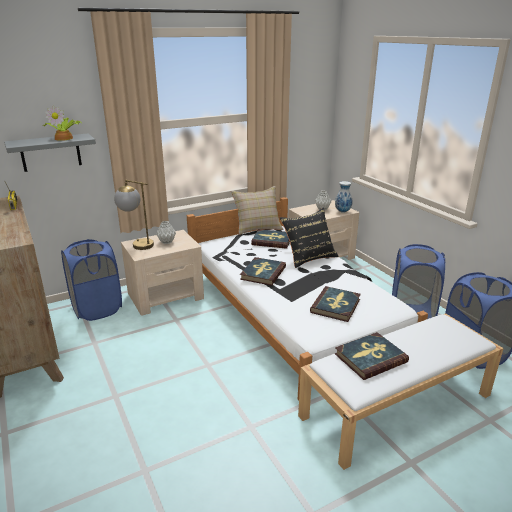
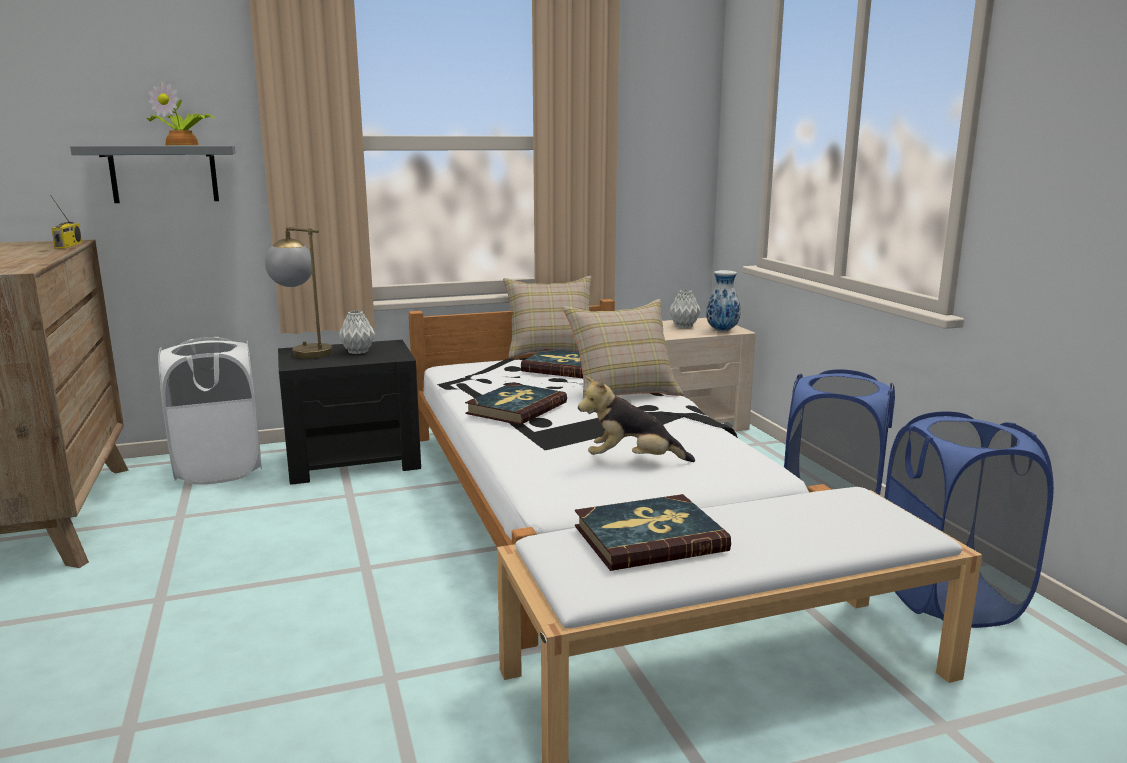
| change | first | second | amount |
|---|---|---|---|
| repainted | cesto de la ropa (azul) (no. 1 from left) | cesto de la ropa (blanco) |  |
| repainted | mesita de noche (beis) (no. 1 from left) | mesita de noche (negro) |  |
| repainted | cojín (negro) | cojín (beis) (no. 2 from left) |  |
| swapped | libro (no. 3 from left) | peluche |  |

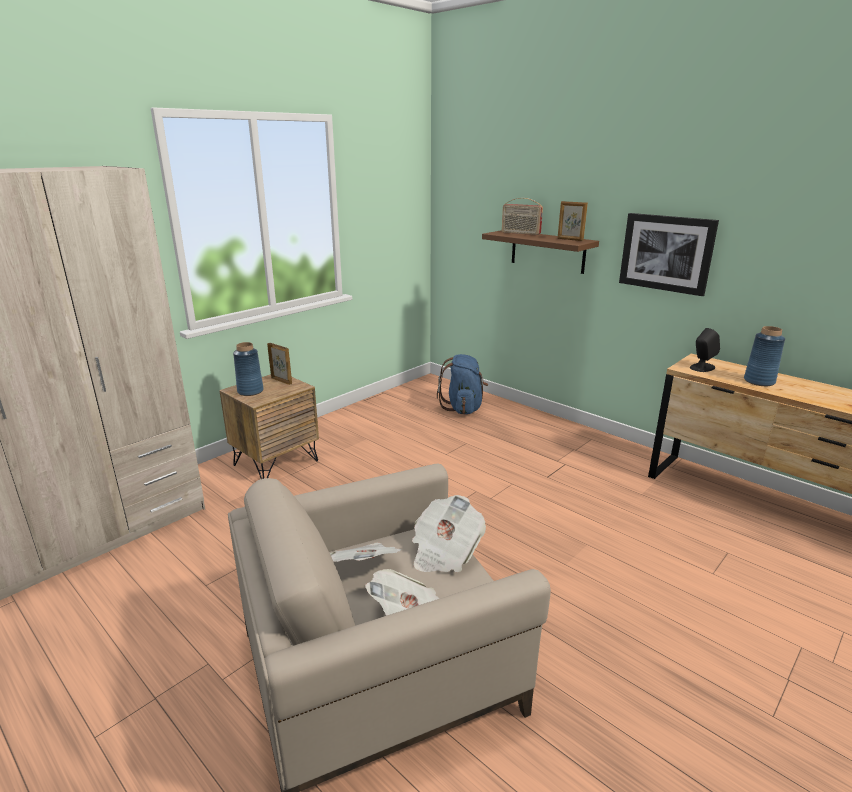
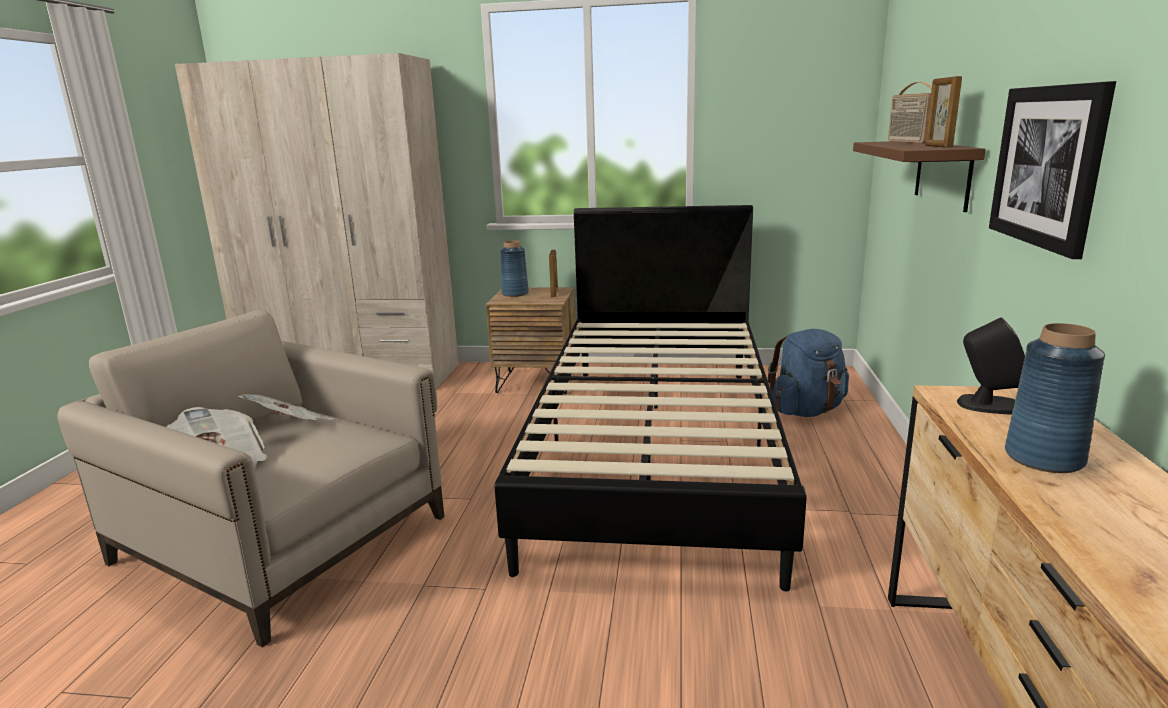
| change | first | second | amount |
|---|---|---|---|
| new |  | cama (negro) |  |
| gone | periódico (no. 3 from left) |  |  |

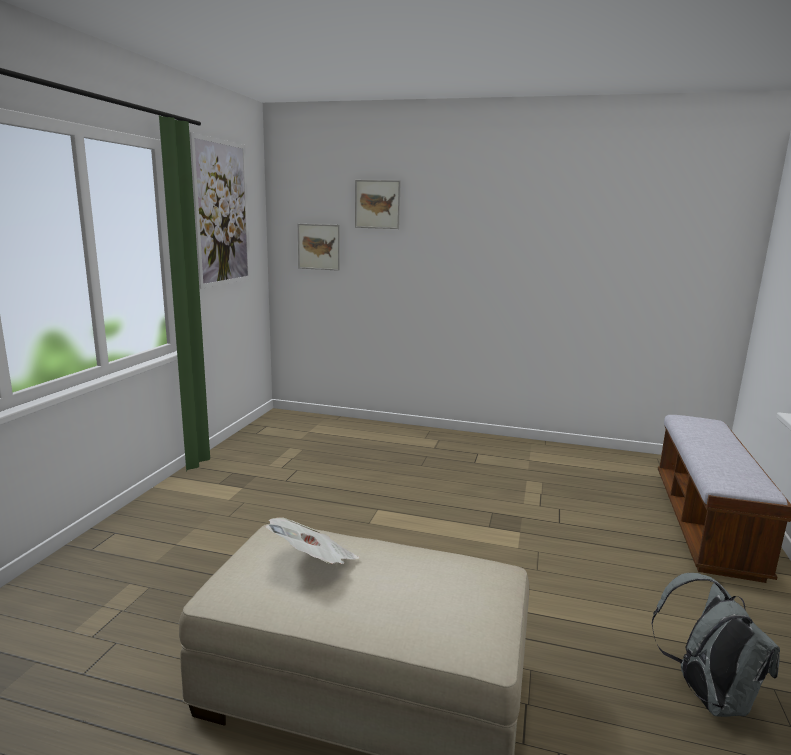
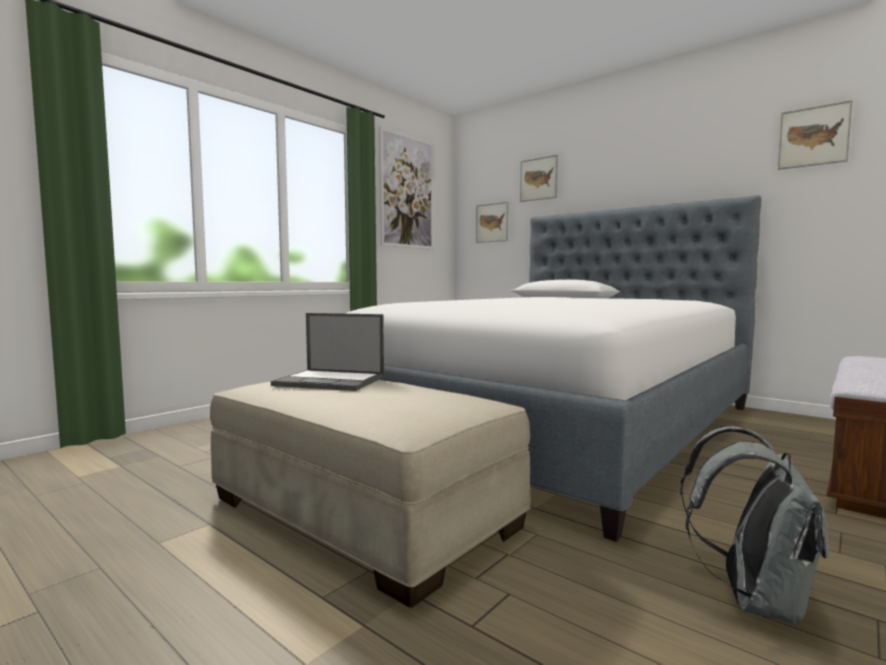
| change | first | second | amount |
|---|---|---|---|
| swapped | periódico | portátil |  |
| new |  | cama |  |
| new |  | cuadro (no. 4 from left) |  |

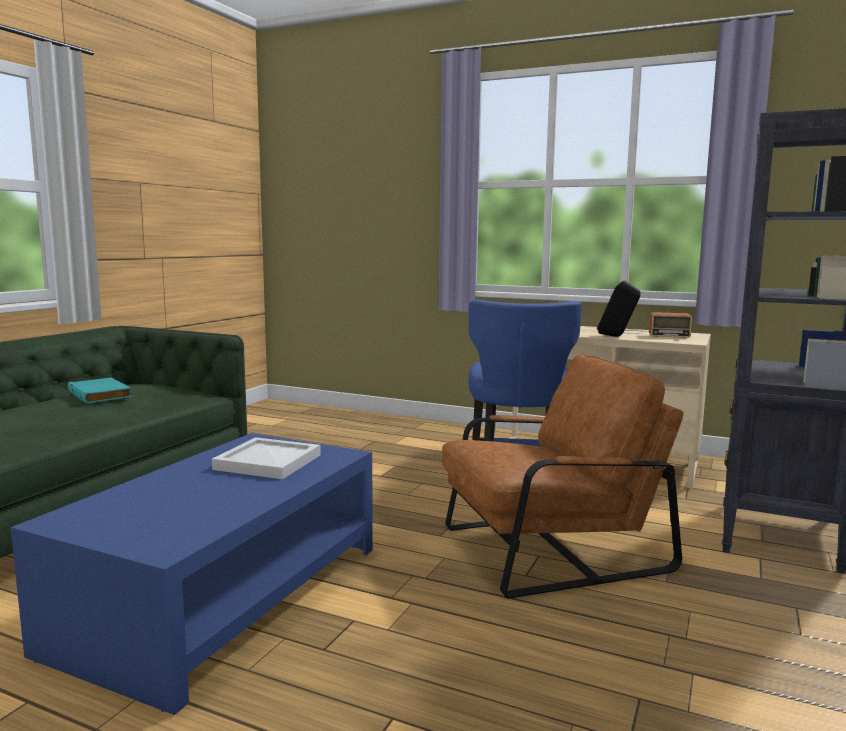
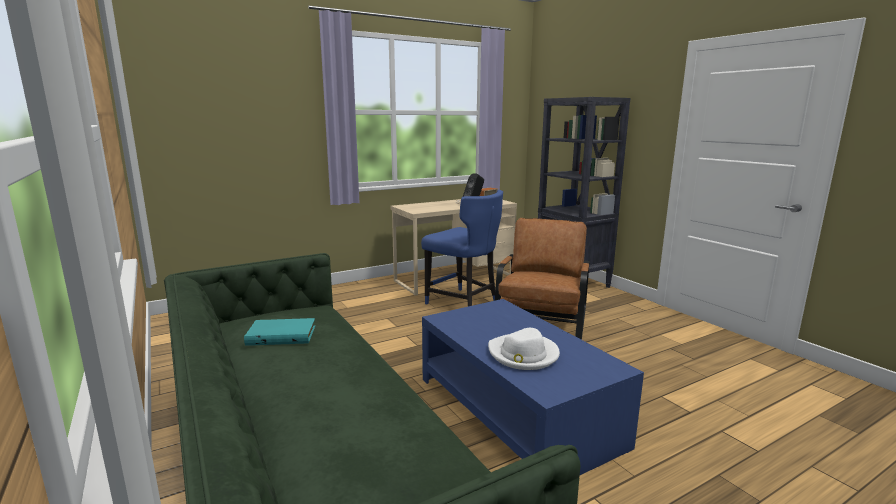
| change | first | second | amount |
|---|---|---|---|
| new |  | sombrero (blanco) |  |
| gone | bandeja (blanco) |  |  |

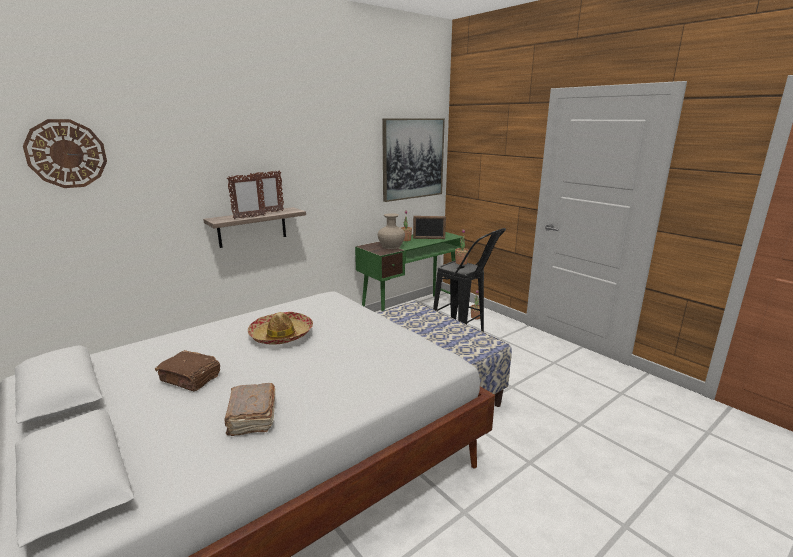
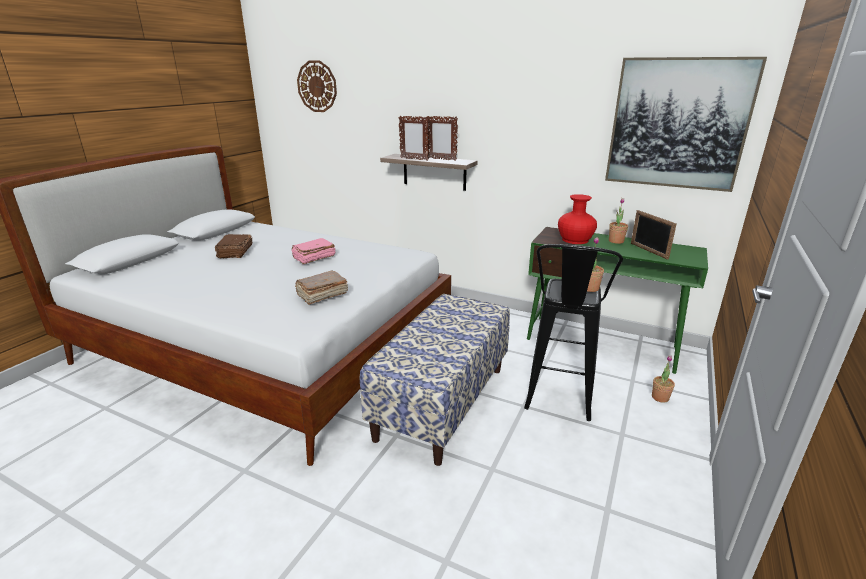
| change | first | second | amount |
|---|---|---|---|
| swapped | sombrero | libro (rosa) |  |
| shifted | libro (marrón) (no. 2 from left) |  |  |
| repainted | florero (beis) | florero (rojo) |  |

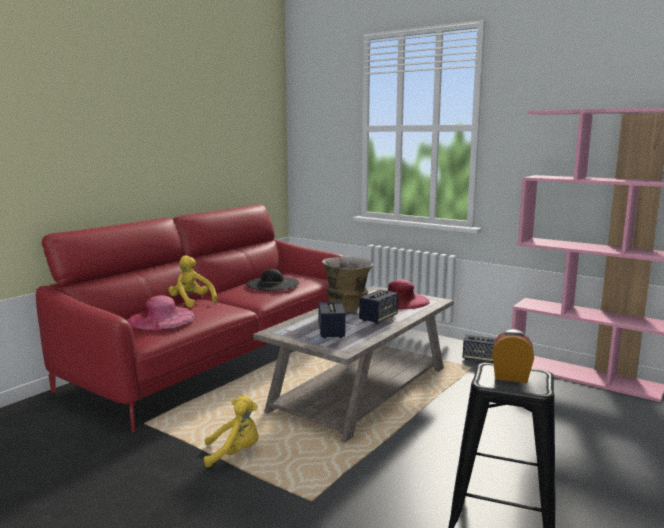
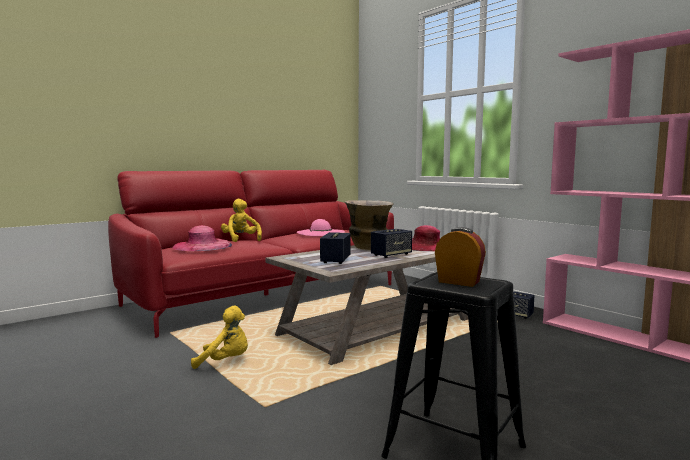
| change | first | second | amount |
|---|---|---|---|
| repainted | sombrero (negro) | sombrero (rosa) (no. 2 from left) |  |

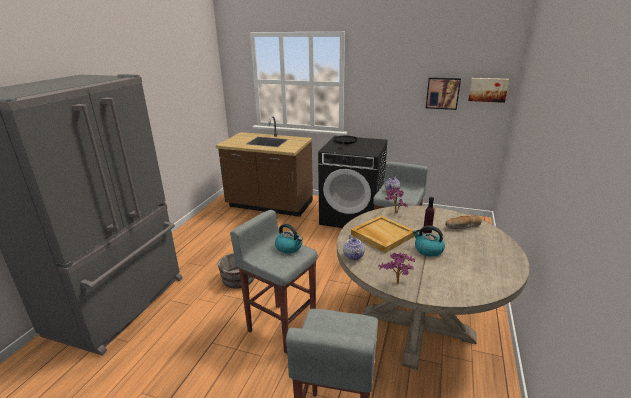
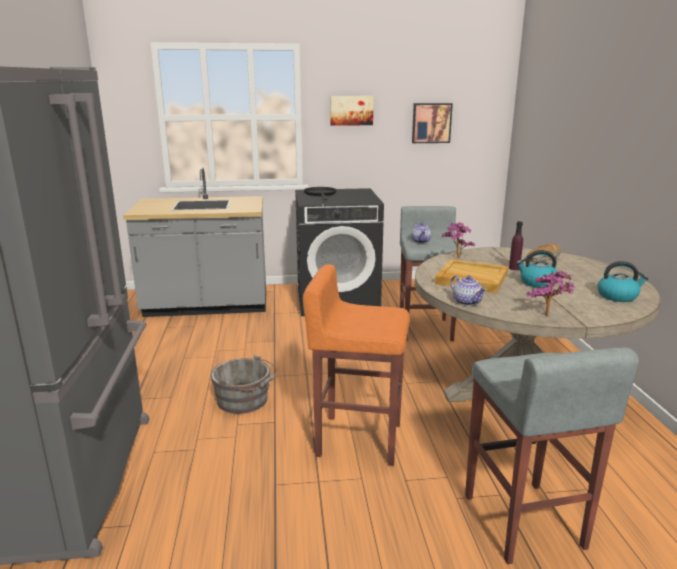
| change | first | second | amount |
|---|---|---|---|
| repainted | mueble bajo de cocina (marrón) | mueble bajo de cocina (gris) |  |
| repainted | taburete (gris) (no. 1 from left) | taburete (naranja) |  |
| shifted | cuadro (no. 2 from left in the first image) | cuadro (no. 1 from left) |  |
| shifted | hervidor (no. 1 from left in the first image) | hervidor (no. 2 from left) |  |

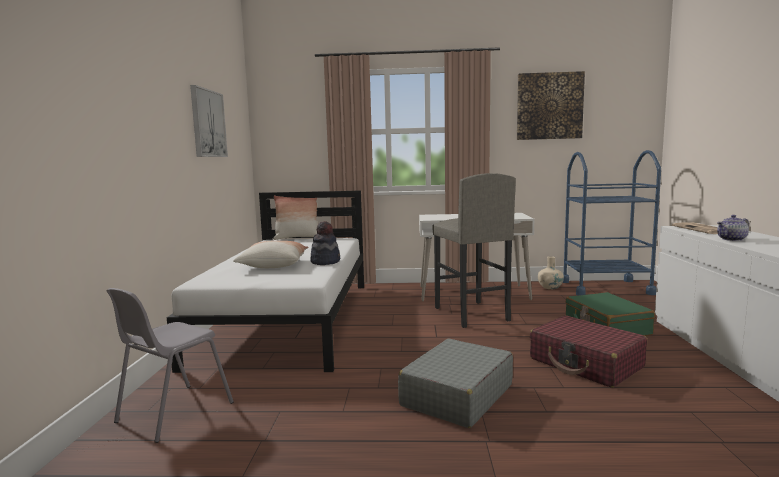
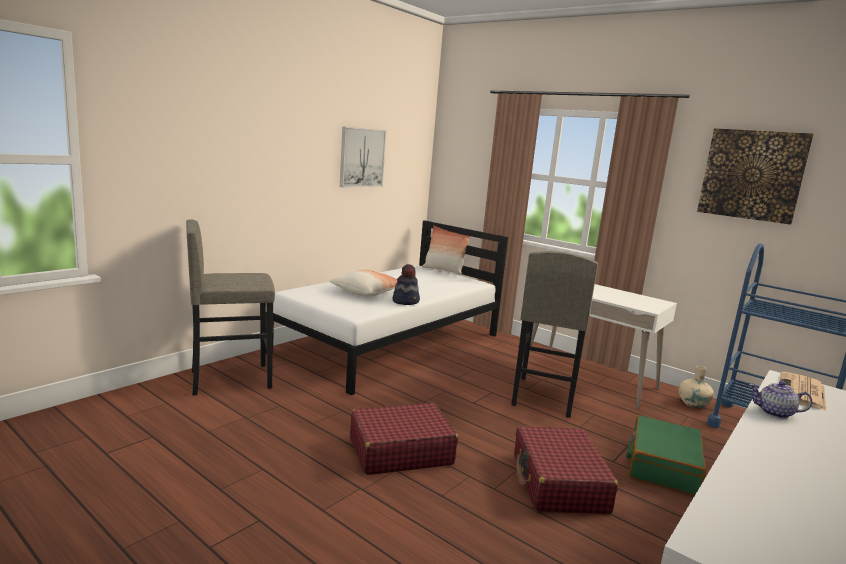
| change | first | second | amount |
|---|---|---|---|
| swapped | silla (gris) | taburete (gris) (no. 1 from left) |  |
| repainted | maleta (gris) | maleta (rojo) (no. 1 from left) |  |

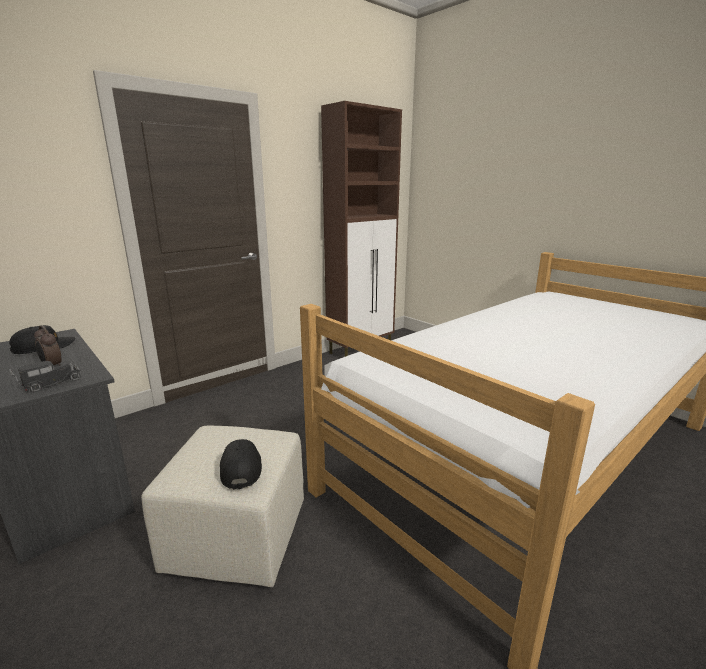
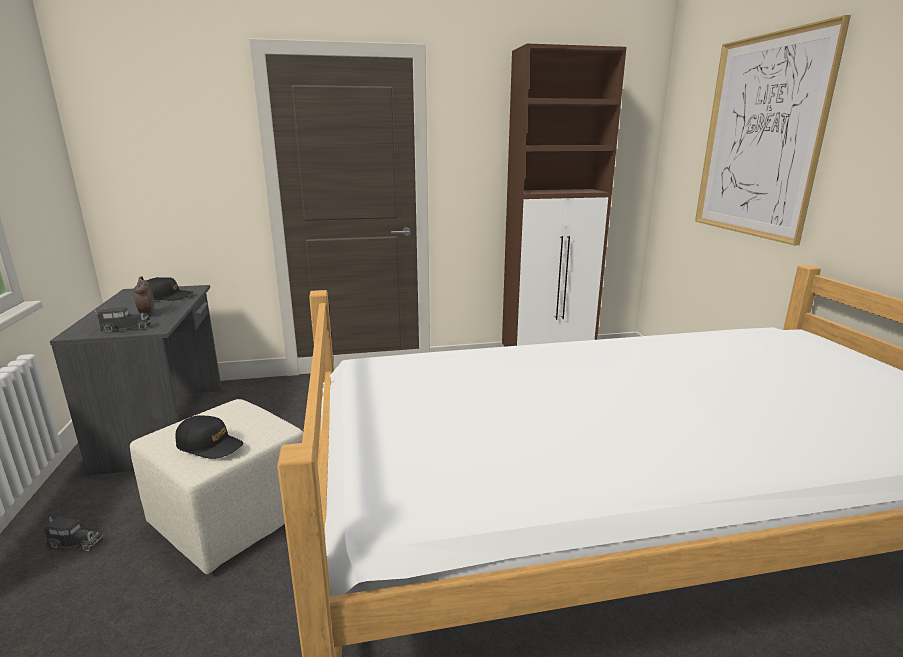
| change | first | second | amount |
|---|---|---|---|
| new |  | camión de juguete (no. 1 from left) |  |
| rotated | gorra (negro) (no. 2 from left) |  | 90 degrees clockwise |
| new |  | cuadro |  |

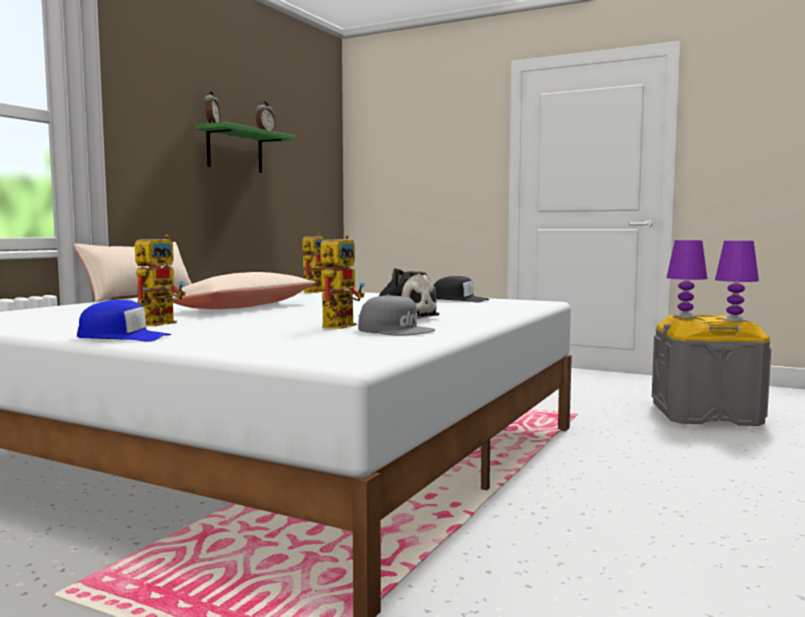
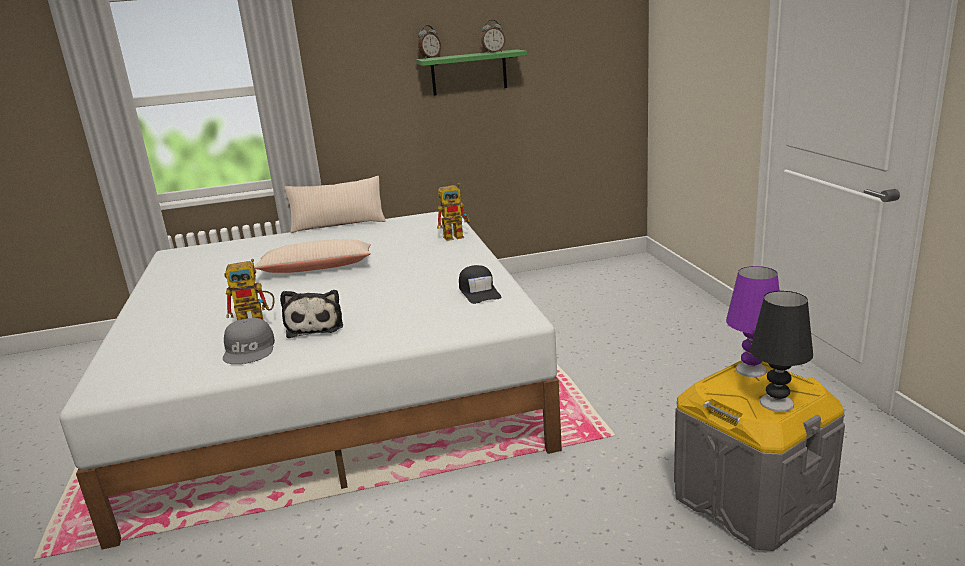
| change | first | second | amount |
|---|---|---|---|
| repainted | lámpara de mesa (morado) (no. 2 from left) | lámpara de mesa (negro) |  |
| gone | gorra (azul) |  |  |
| gone | robot de juguete (no. 1 from left) |  |  |

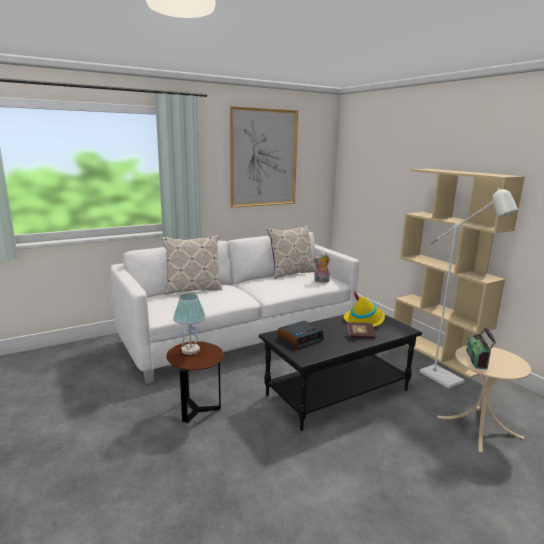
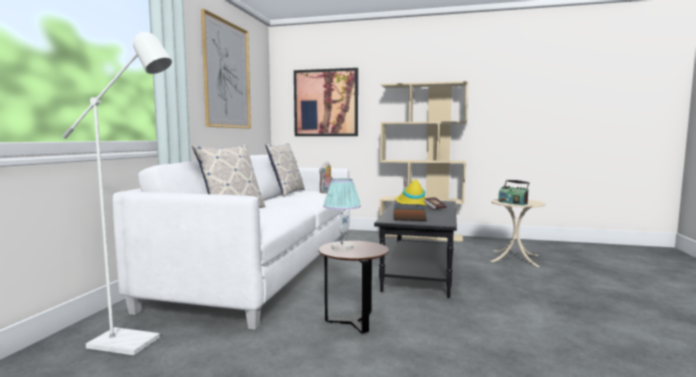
| change | first | second | amount |
|---|---|---|---|
| shifted | lámpara de pie (blanco) |  |  |
| new |  | cuadro (no. 2 from left) |  |

